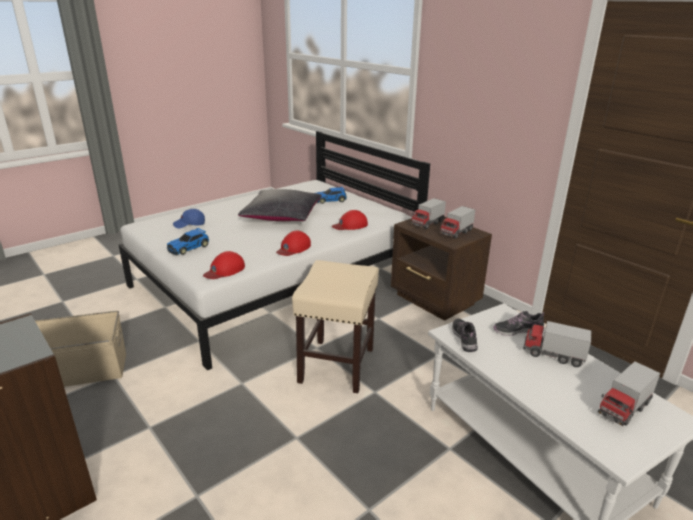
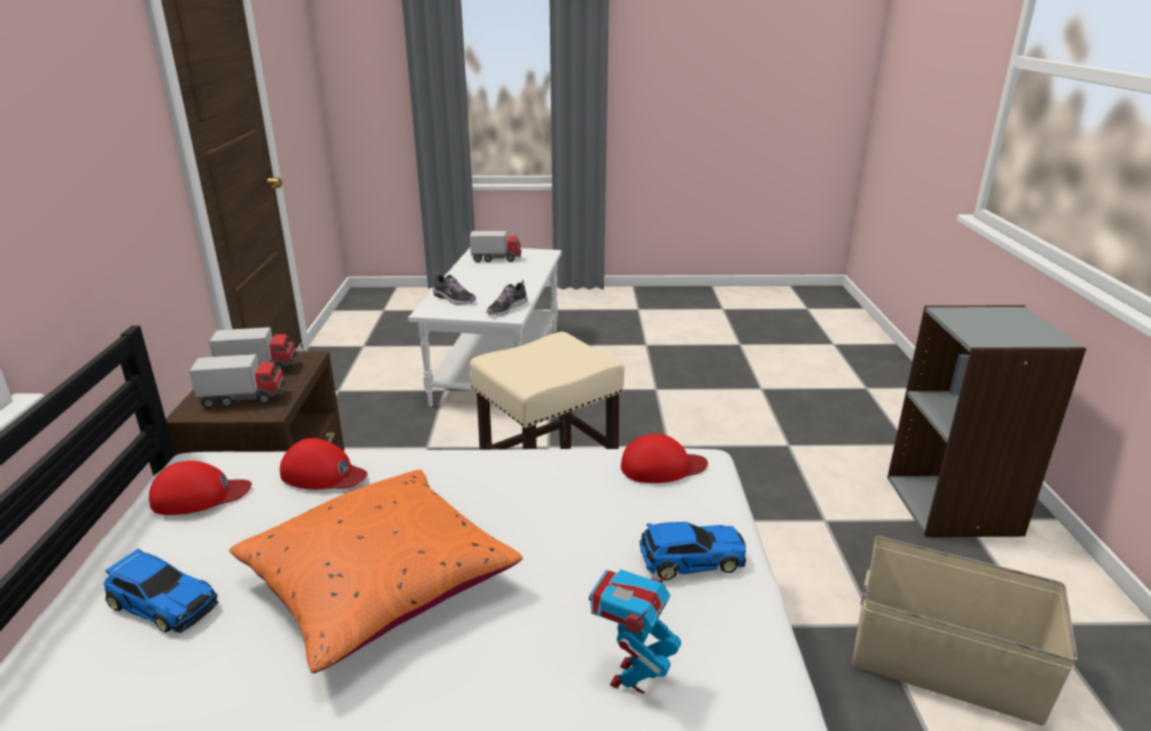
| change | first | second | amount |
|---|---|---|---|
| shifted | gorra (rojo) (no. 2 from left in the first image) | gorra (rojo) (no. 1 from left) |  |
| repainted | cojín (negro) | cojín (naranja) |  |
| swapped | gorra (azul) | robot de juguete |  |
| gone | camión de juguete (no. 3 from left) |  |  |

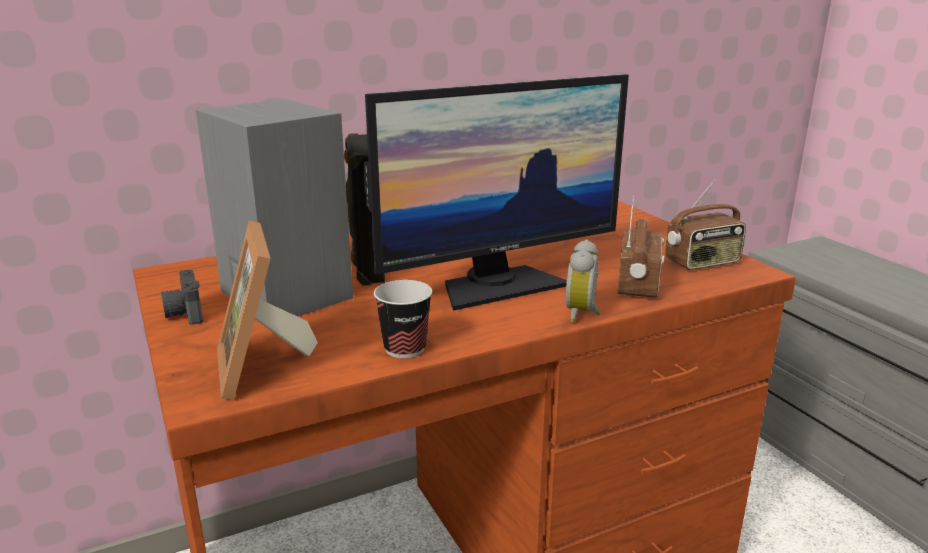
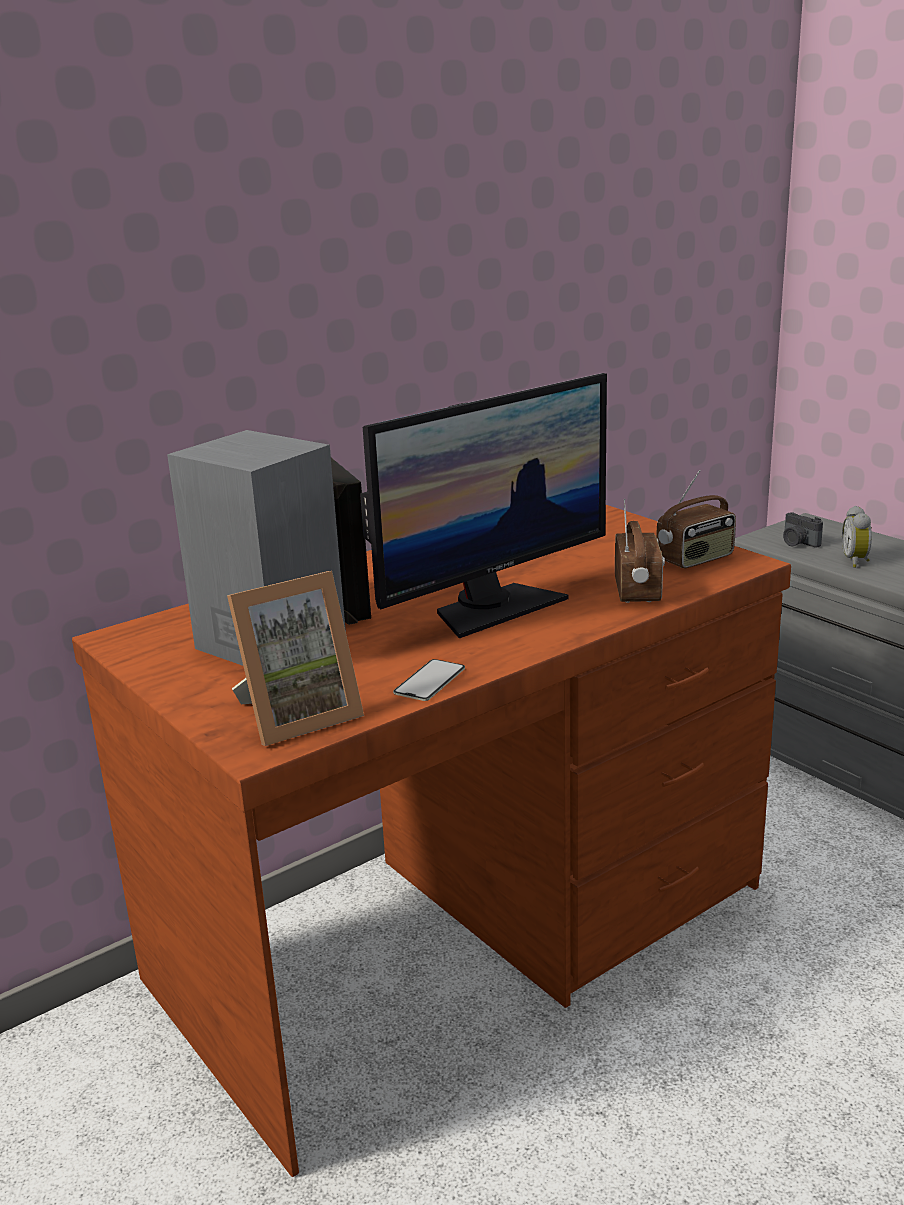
| change | first | second | amount |
|---|---|---|---|
| rotated | portarretratos |  | 90 degrees counterclockwise |
| swapped | taza | móvil |  |
| shifted | cámara |  |  |
| shifted | despertador |  |  |

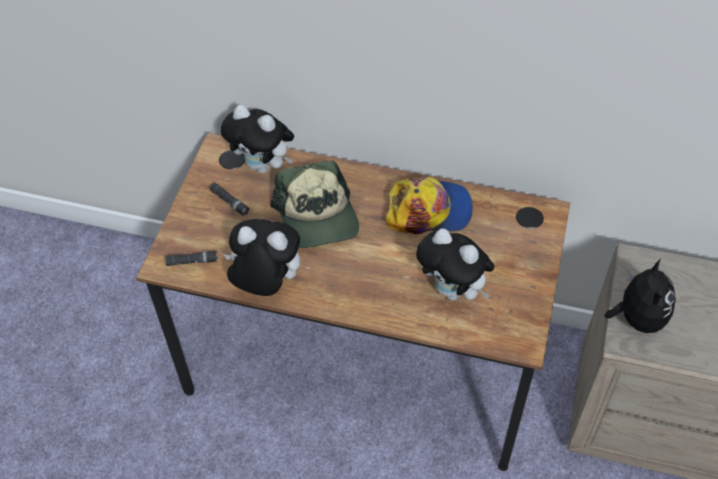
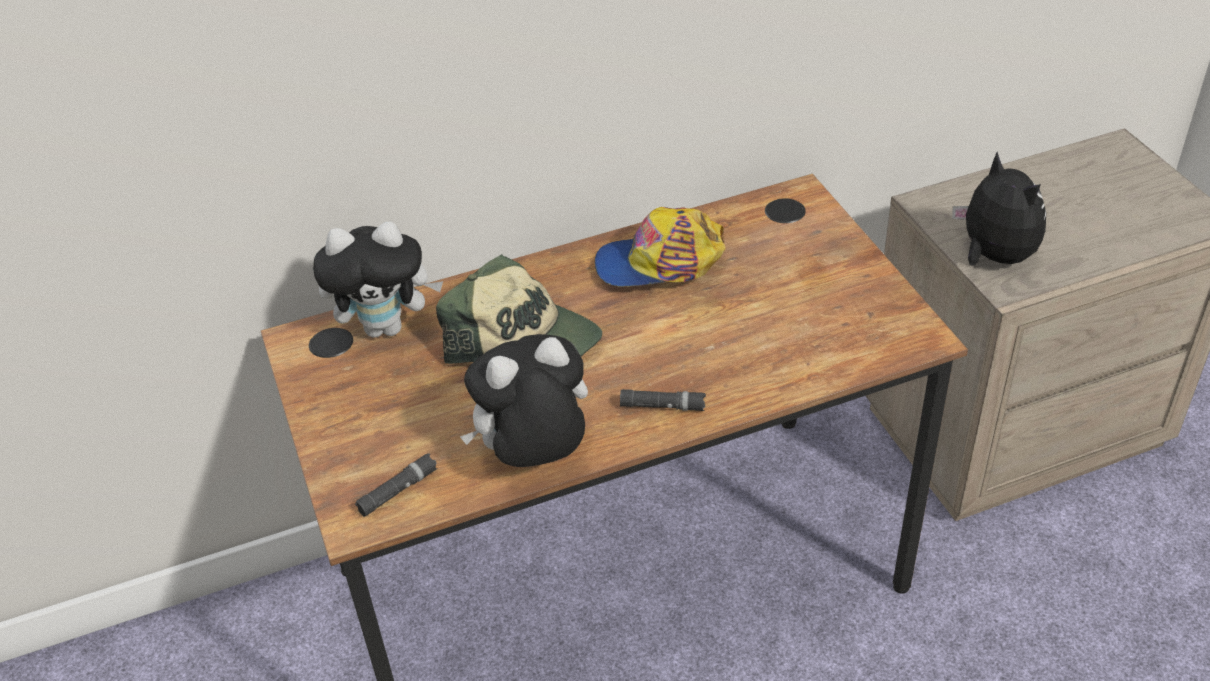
| change | first | second | amount |
|---|---|---|---|
| rotated | gorra (no. 2 from left) |  | 150 degrees counterclockwise |
| shifted | linterna (negro) (no. 2 from left) |  |  |
| gone | peluche (no. 3 from left) |  |  |

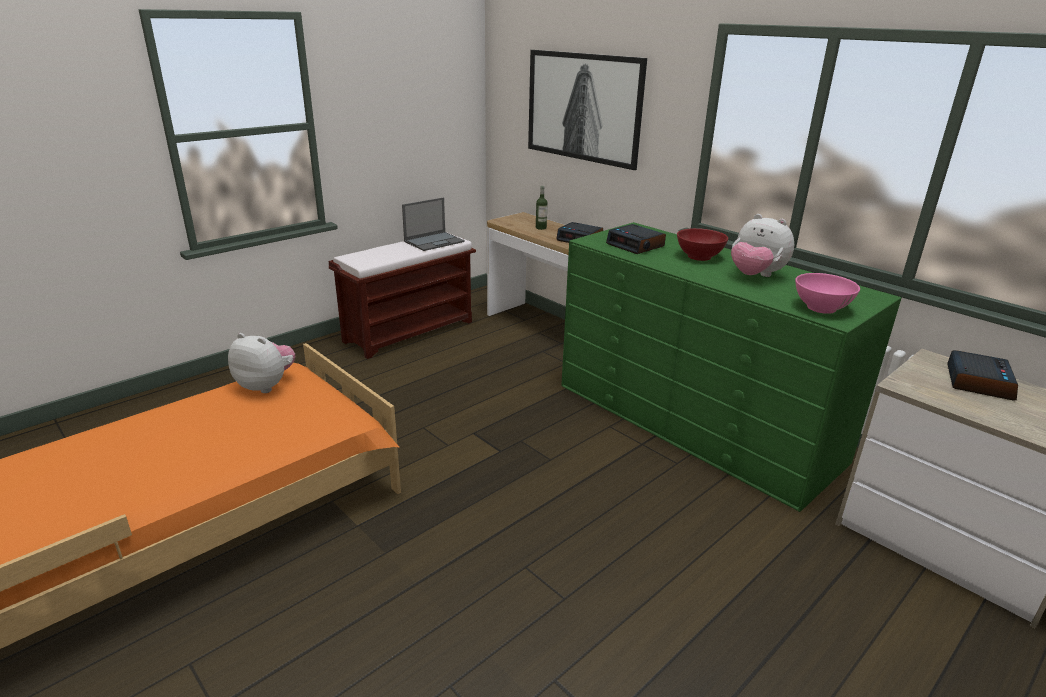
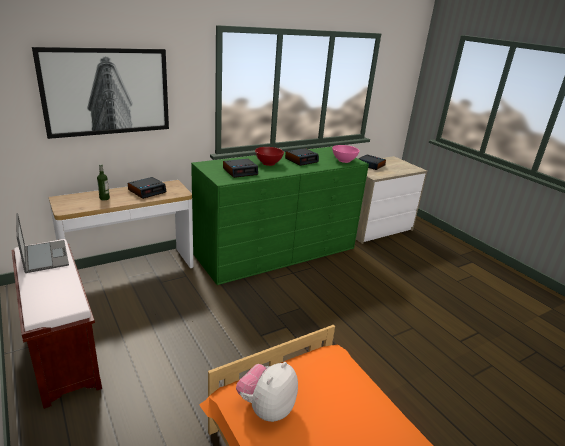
| change | first | second | amount |
|---|---|---|---|
| swapped | peluche (no. 2 from left) | despertador (no. 3 from left) |  |

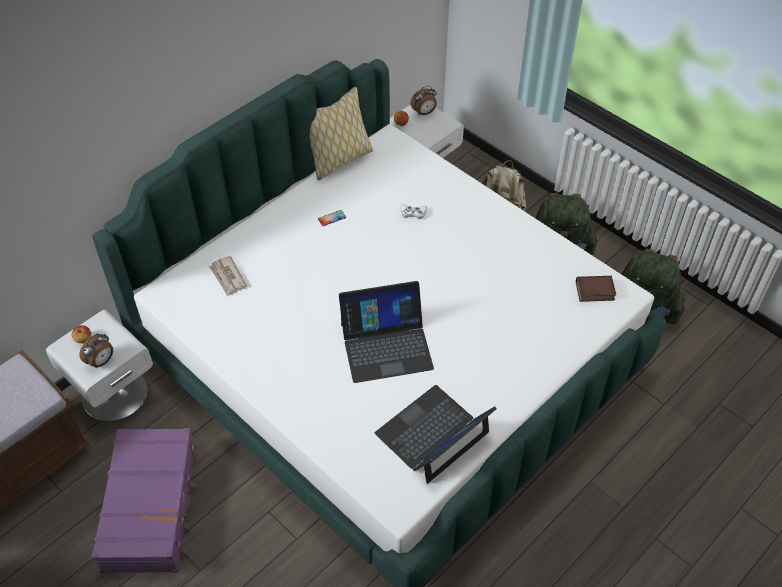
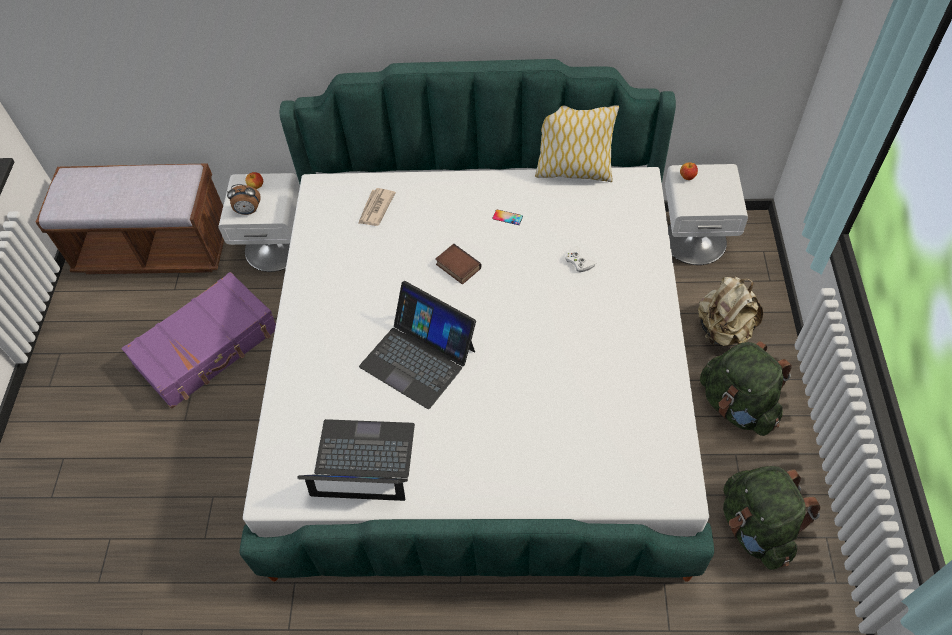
| change | first | second | amount |
|---|---|---|---|
| shifted | libro |  |  |
| gone | despertador (no. 2 from left) |  |  |

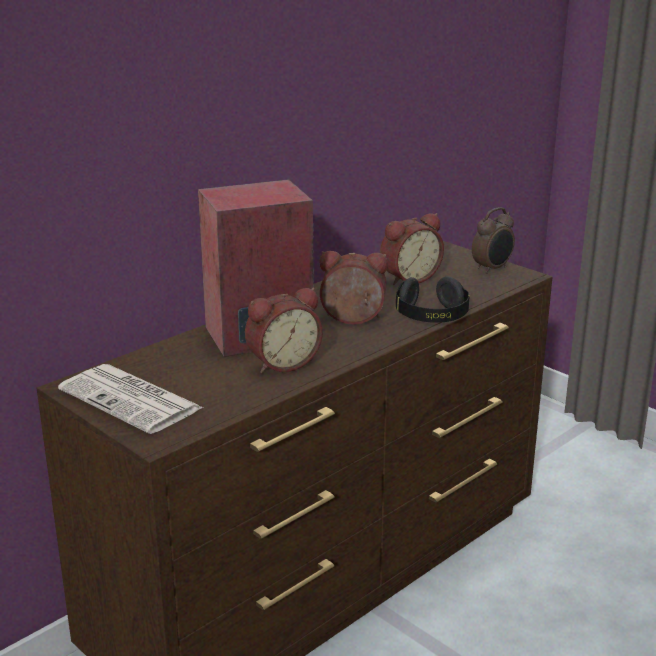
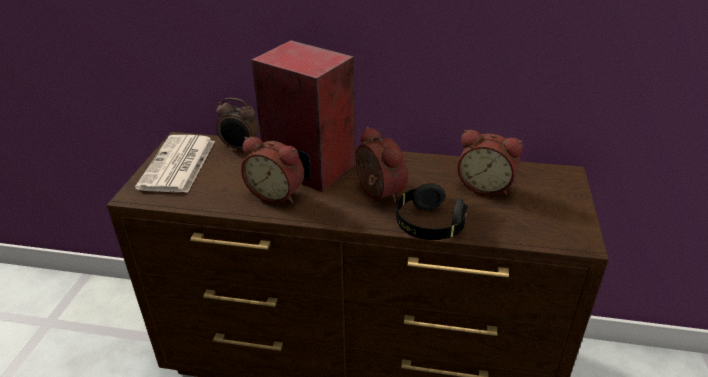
| change | first | second | amount |
|---|---|---|---|
| shifted | despertador (no. 4 from left in the first image) | despertador (no. 1 from left) |  |

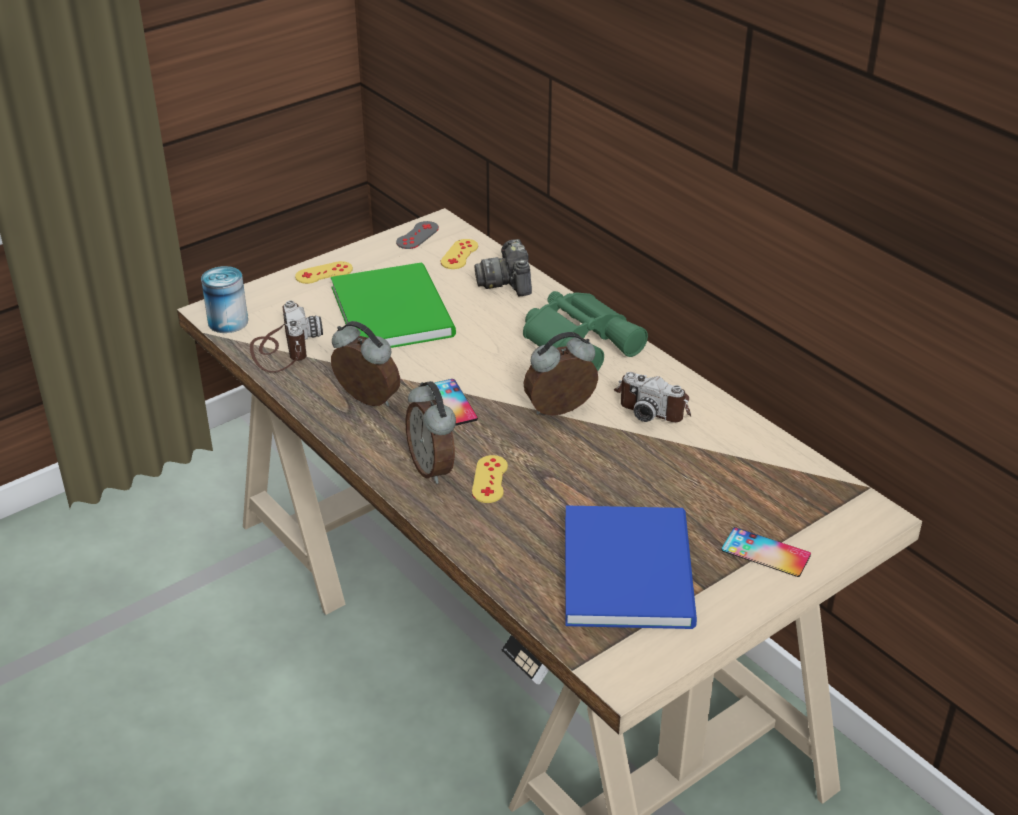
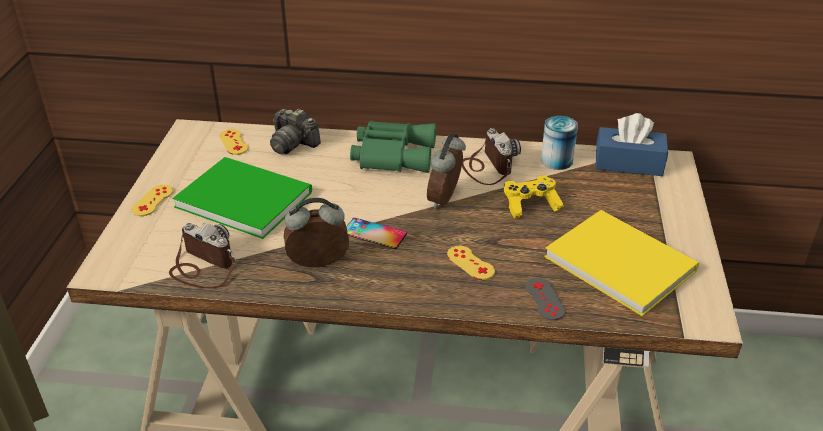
| change | first | second | amount |
|---|---|---|---|
| rotated | cámara (no. 3 from left) |  | 90 degrees counterclockwise |
| new |  | mando de consola (amarillo) (no. 4 from left) |  |
| shifted | mando de consola (gris) |  |  |
| shifted | lata |  |  |
| repainted | libro (azul) | libro (amarillo) |  |
| new |  | caja de pañuelos (azul) |  |
| gone | despertador (no. 2 from left) |  |  |
| gone | móvil (no. 2 from left) |  |  |

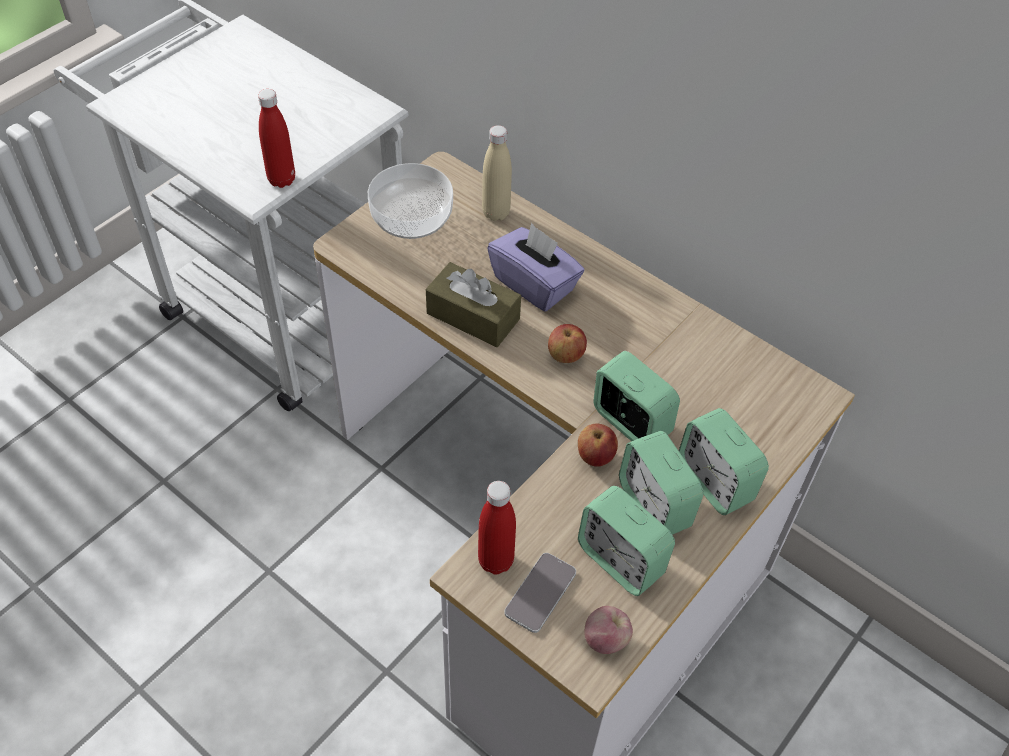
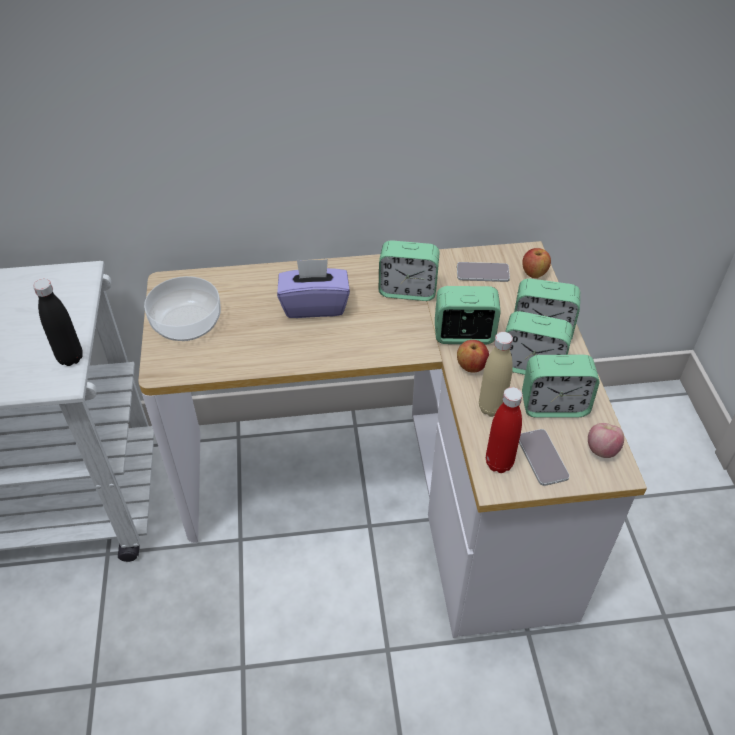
| change | first | second | amount |
|---|---|---|---|
| repainted | botella (rojo) (no. 1 from left) | botella (negro) |  |
| new |  | despertador (no. 1 from left) |  |
| new |  | móvil (no. 1 from left) |  |
| shifted | botella (beis) |  |  |
| shifted | manzana (no. 1 from left in the first image) | manzana (no. 2 from left) |  |
| gone | caja de pañuelos (marrón) |  |  |

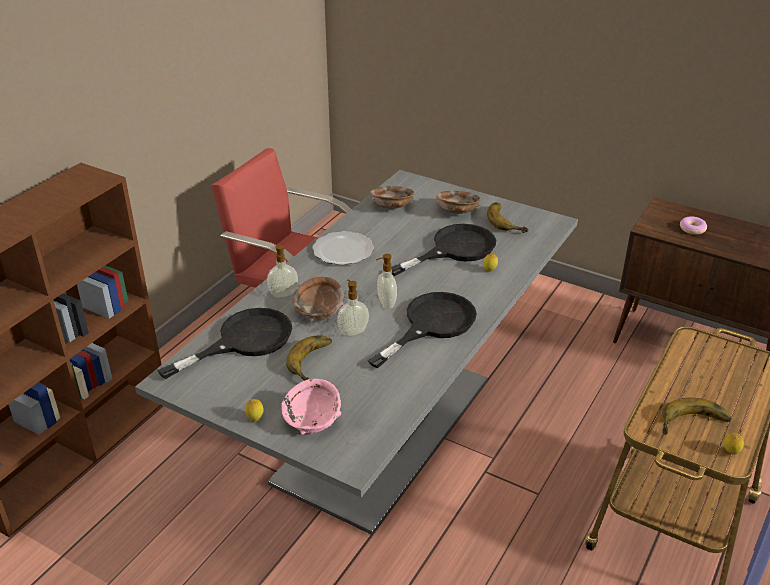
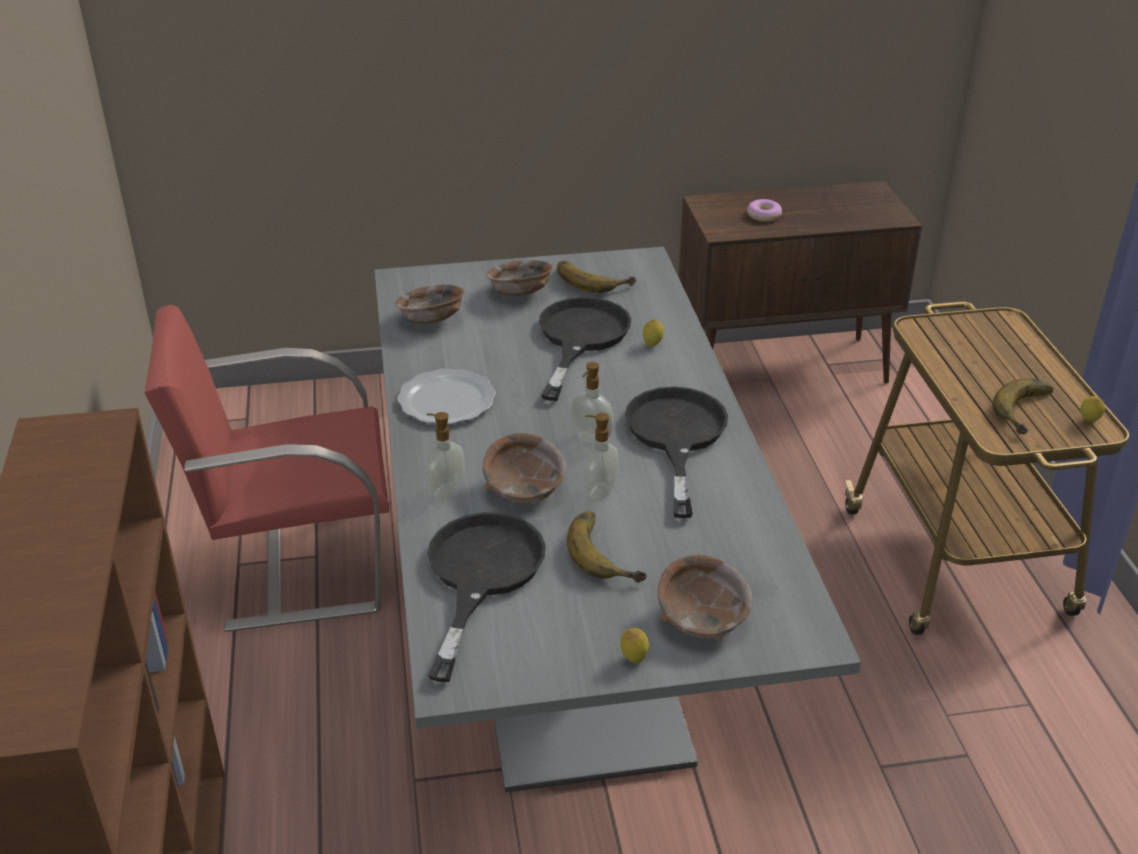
| change | first | second | amount |
|---|---|---|---|
| repainted | cuenco (rosa) | cuenco (marrón) (no. 4 from left) |  |

